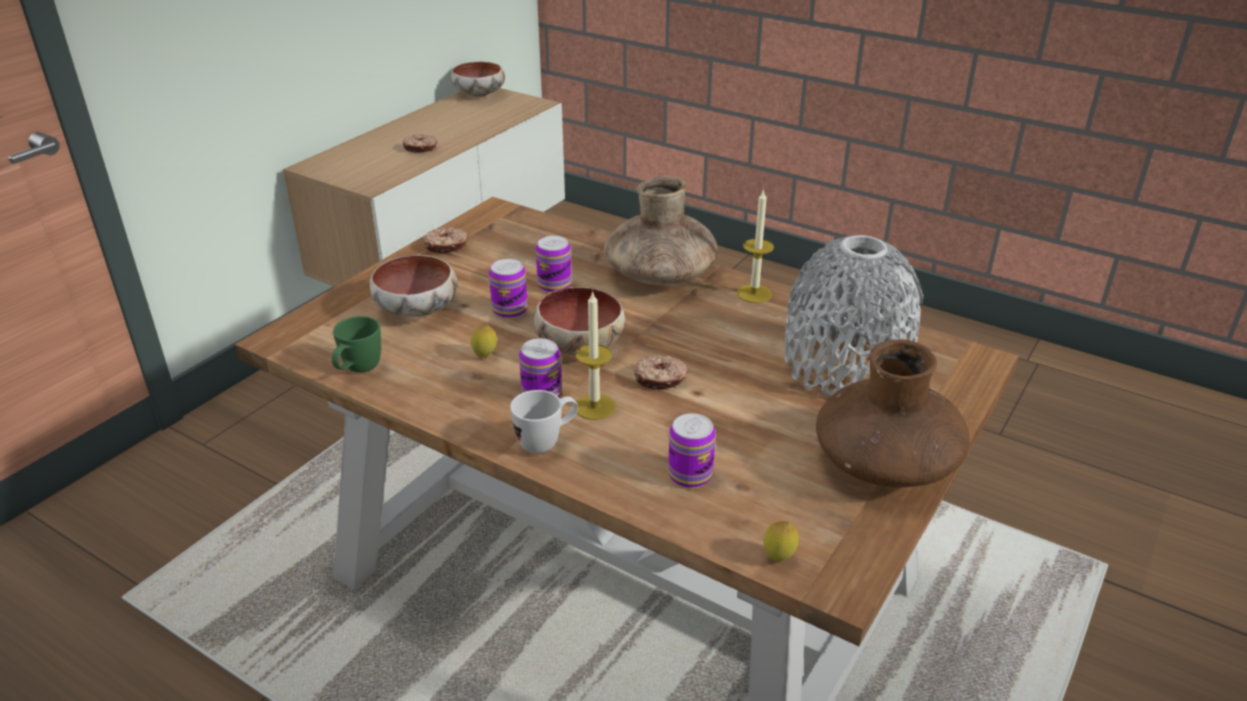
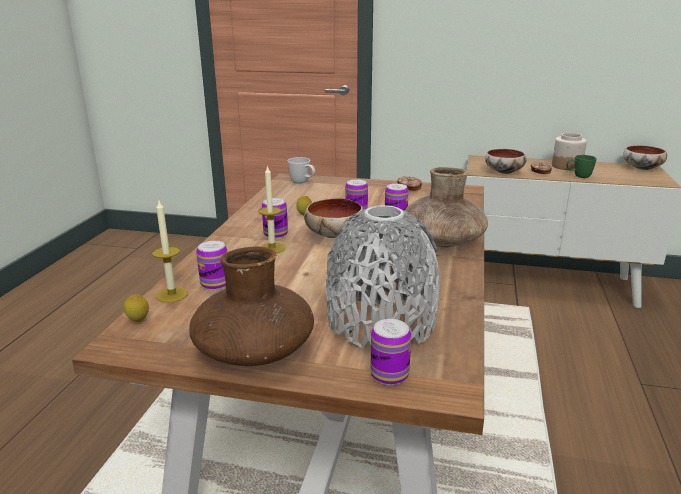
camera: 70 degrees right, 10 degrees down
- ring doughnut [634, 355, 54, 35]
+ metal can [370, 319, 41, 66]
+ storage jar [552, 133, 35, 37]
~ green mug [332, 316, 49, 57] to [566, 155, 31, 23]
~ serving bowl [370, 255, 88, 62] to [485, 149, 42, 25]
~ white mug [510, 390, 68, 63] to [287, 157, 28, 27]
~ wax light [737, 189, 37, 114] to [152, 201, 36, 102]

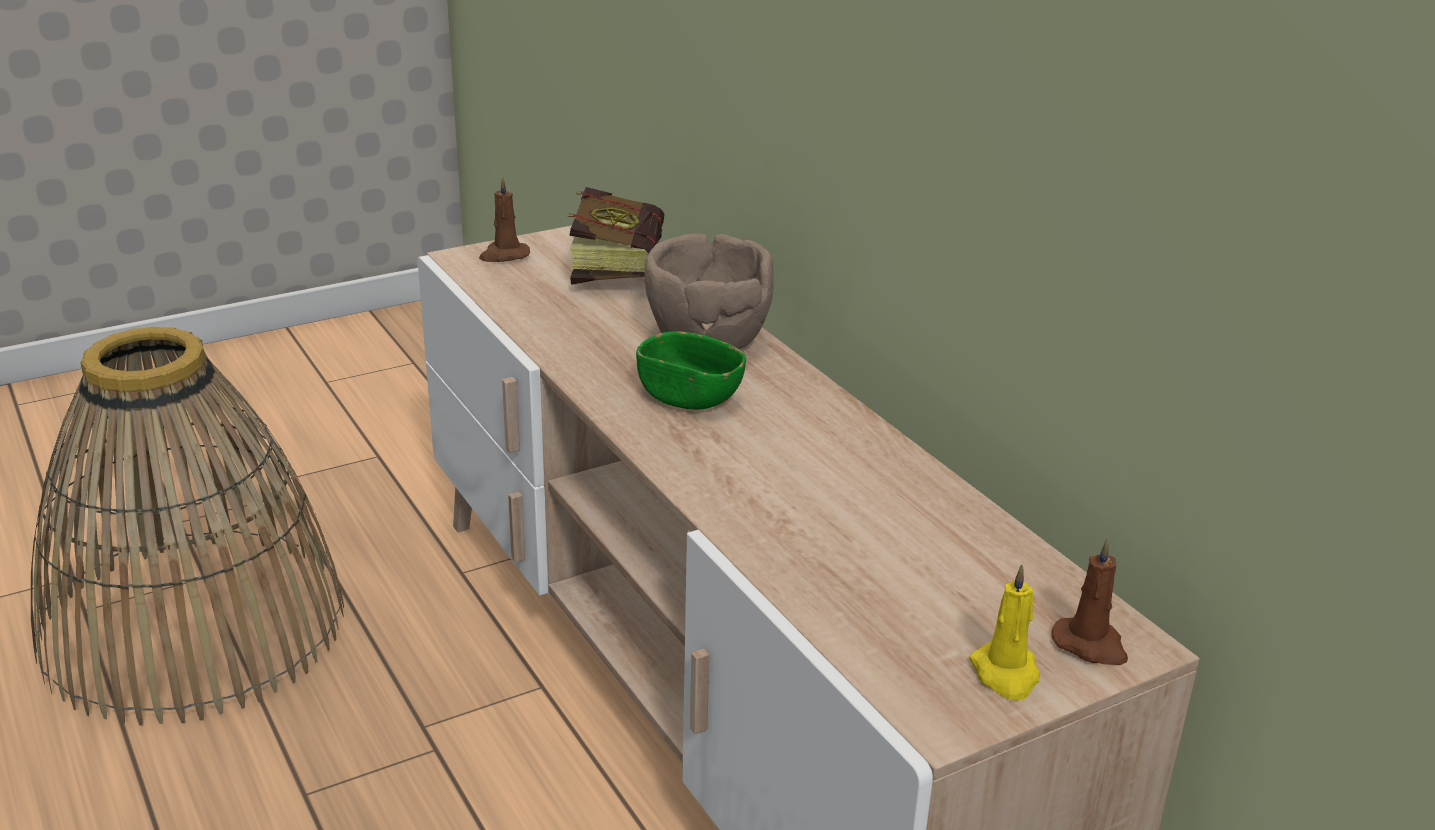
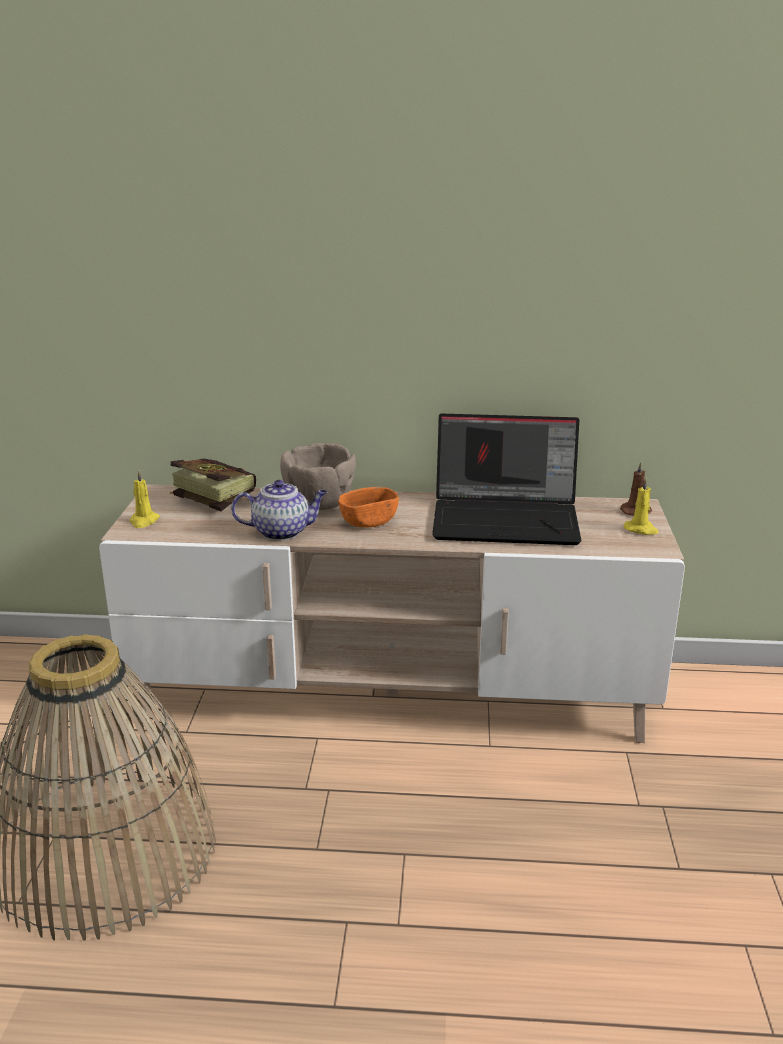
camera: 55 degrees left, 5 degrees down
+ tea pot [231, 480, 96, 60]
+ notebook computer [432, 414, 149, 131]
~ brown wax light [479, 176, 51, 86] to yellow-coloured wax light [130, 470, 30, 58]
~ green serving bowl [636, 331, 110, 79] to orangey serving bowl [338, 487, 61, 41]

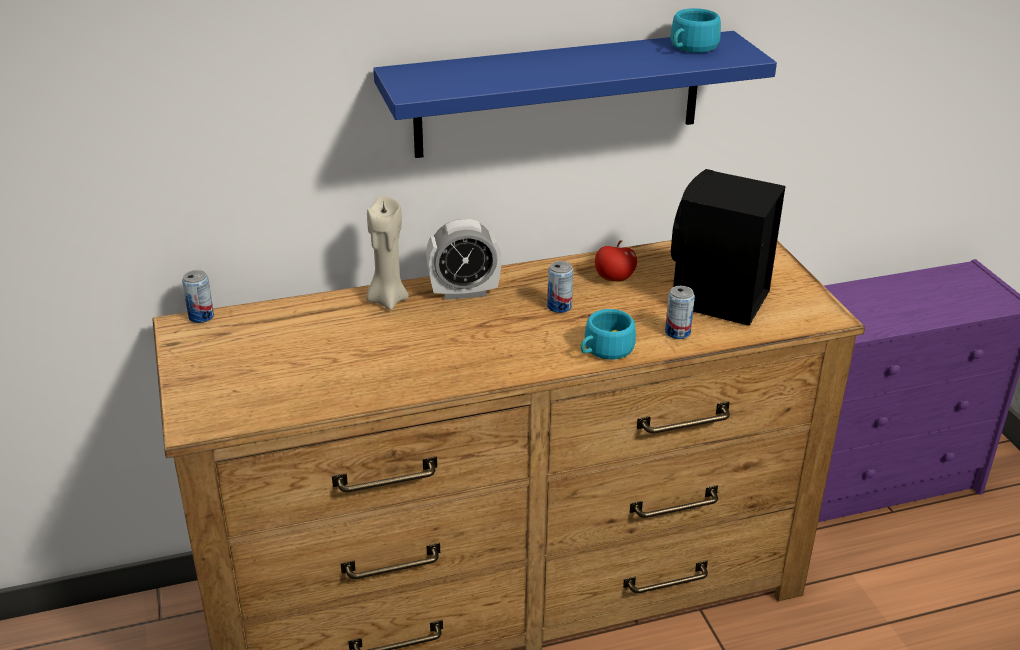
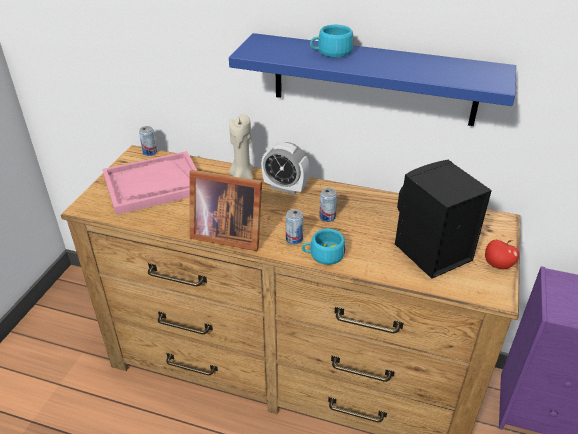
camera: 35 degrees right, 5 degrees up
+ pink-coloured carrying tray [103, 151, 95, 64]
+ photo frame [189, 170, 73, 81]
~ apple [595, 240, 42, 42] to [485, 240, 34, 29]
~ metal can [665, 286, 30, 53] to [286, 209, 17, 35]
~ turquoise-coloured cup [670, 8, 51, 45] to [310, 25, 43, 33]

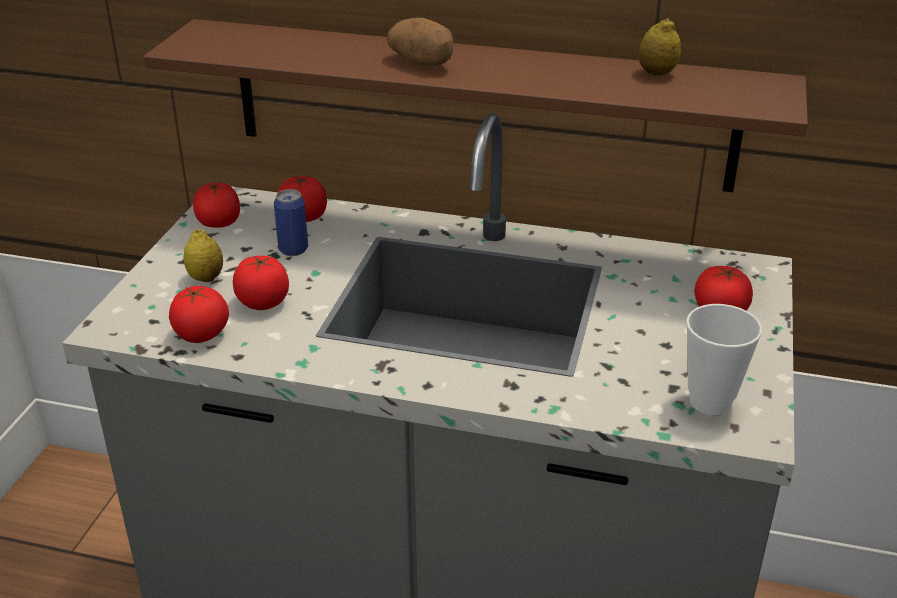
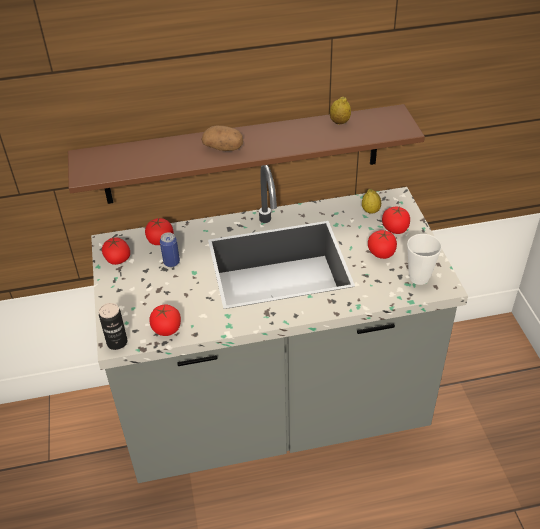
camera: 25 degrees left, 10 degrees up
+ metal can [99, 303, 28, 47]
~ whole lemon [183, 229, 40, 53] to [362, 189, 19, 25]
~ fresh tomato [233, 256, 56, 54] to [368, 230, 29, 29]

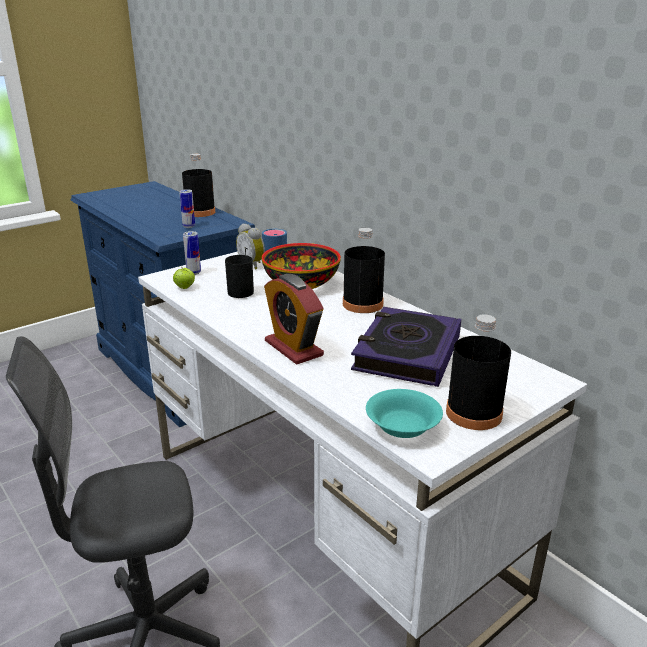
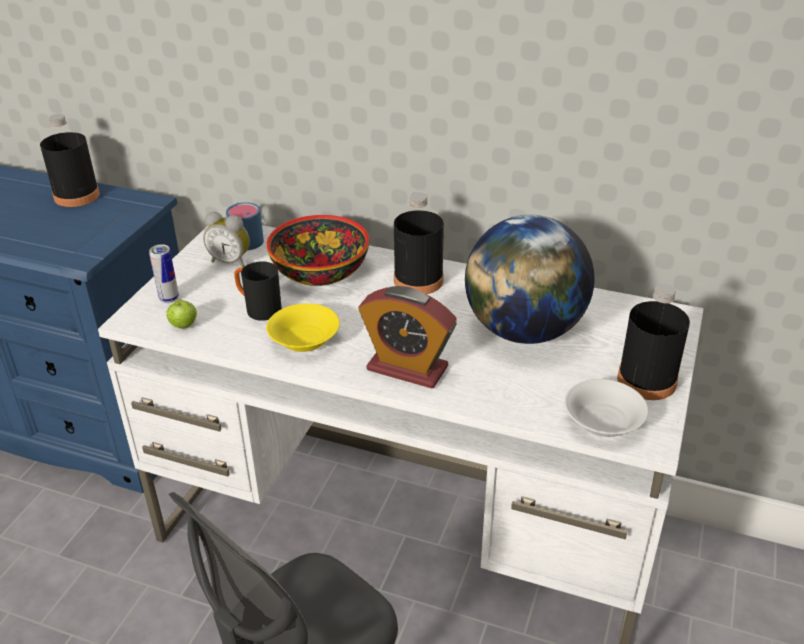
camera: 30 degrees left, 10 degrees up
- metal can [179, 189, 16, 39]
+ yellow-coloured serving bowl [266, 303, 74, 49]
~ book [351, 307, 110, 80] to globe [465, 215, 129, 129]
~ turquoise-coloured serving bowl [366, 389, 77, 49] to white serving bowl [565, 379, 84, 58]

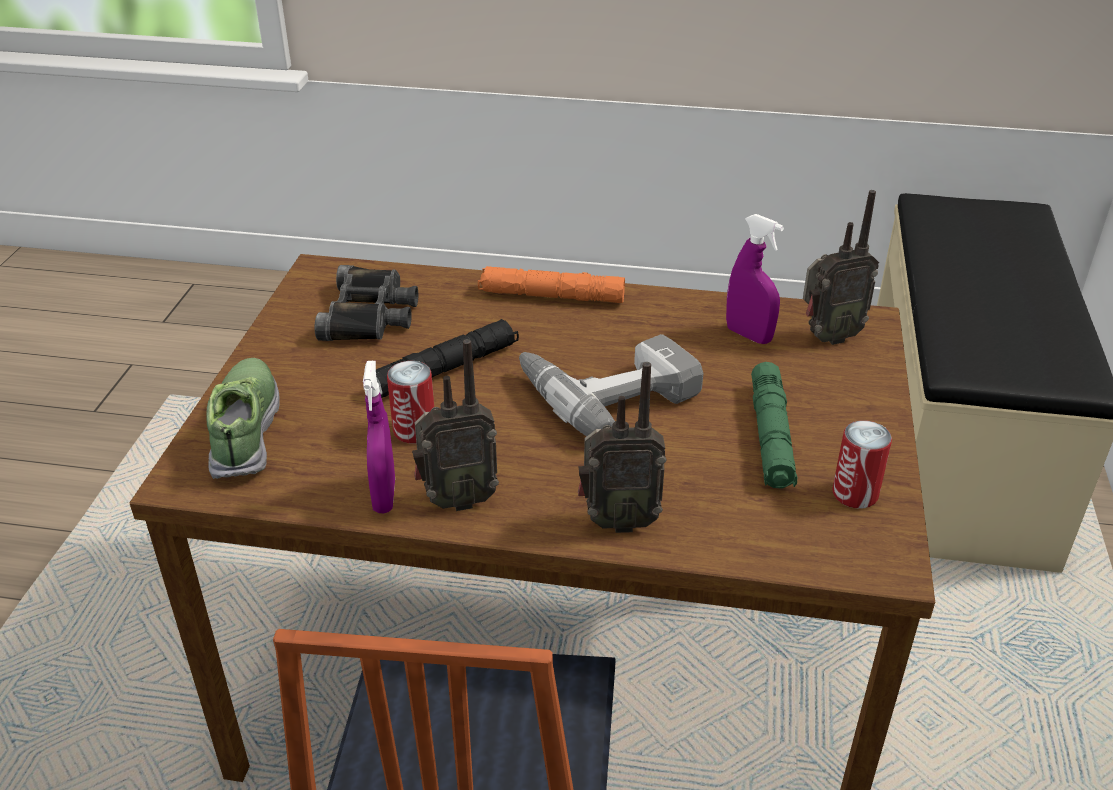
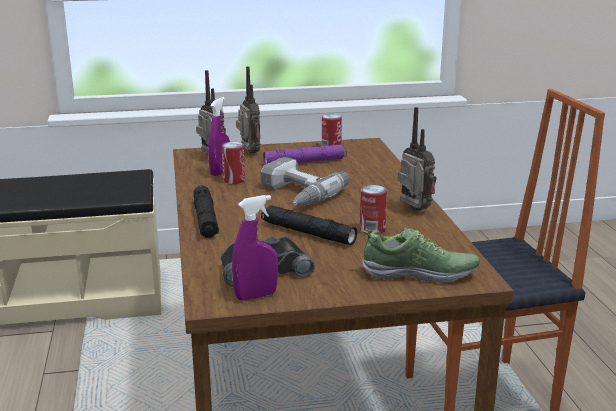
camera: 110 degrees left, 15 degrees down
+ metal can [222, 142, 23, 42]
~ purple-coloured hand sprayer [363, 361, 32, 152] to [232, 195, 46, 105]
~ radio [578, 362, 89, 171] to [236, 66, 24, 88]
~ orangey flashlight [478, 266, 147, 37] to black-coloured flashlight [193, 185, 26, 53]
~ green flashlight [751, 362, 46, 127] to purple-coloured flashlight [263, 145, 84, 20]
~ low shoe [206, 358, 73, 121] = [362, 228, 118, 55] 150 degrees counterclockwise

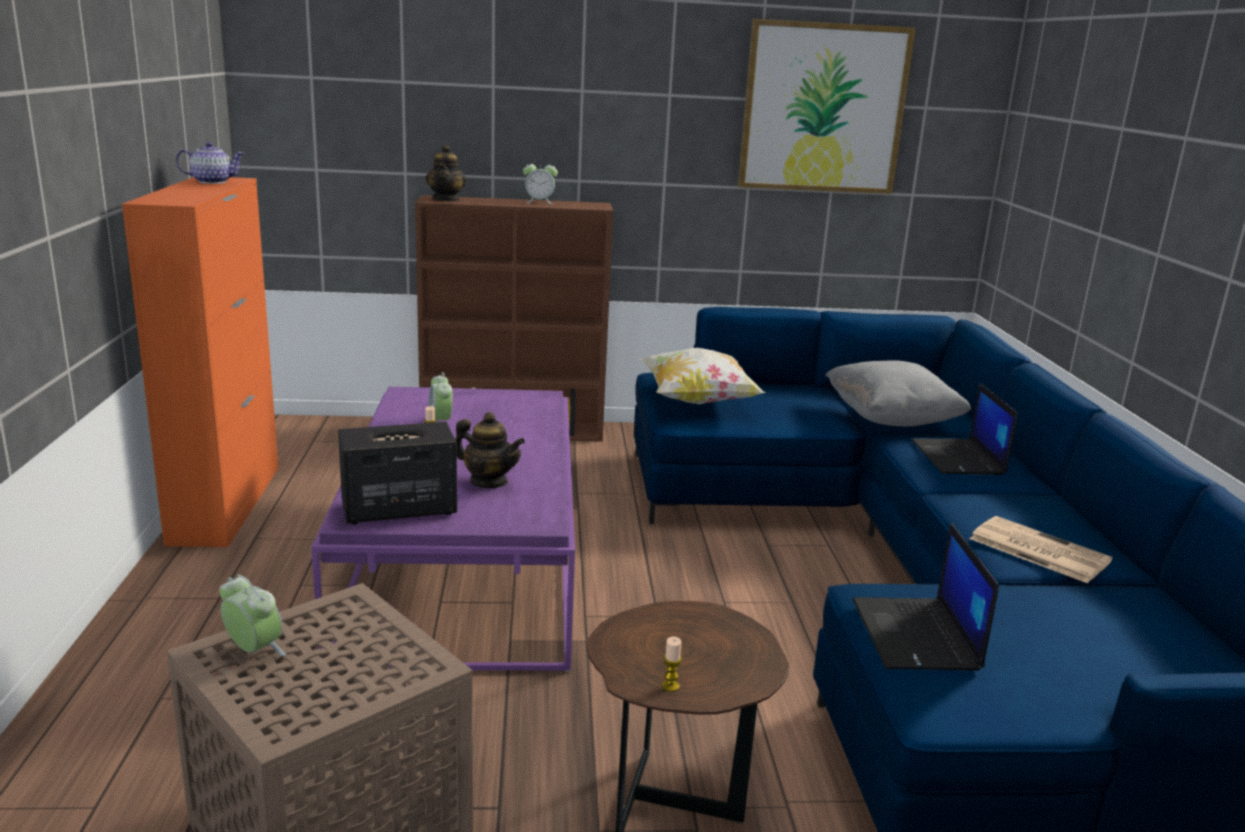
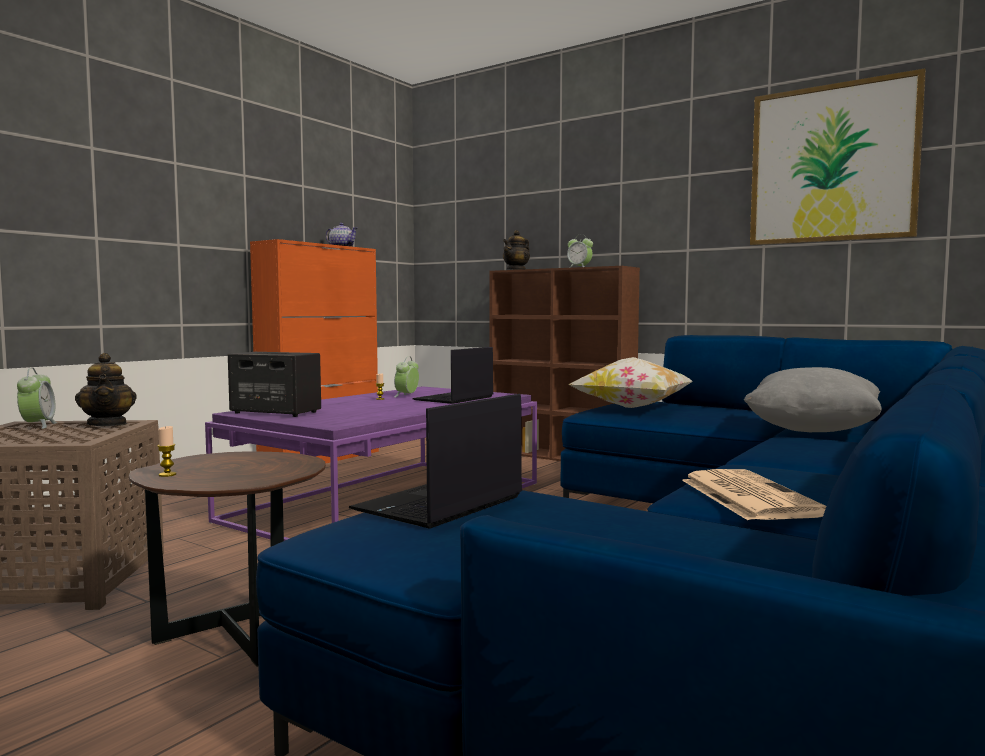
camera: 40 degrees right, 15 degrees down
~ tea pot [455, 412, 70, 76] to [75, 353, 62, 73]
~ notebook computer [911, 383, 106, 92] to [412, 347, 81, 57]

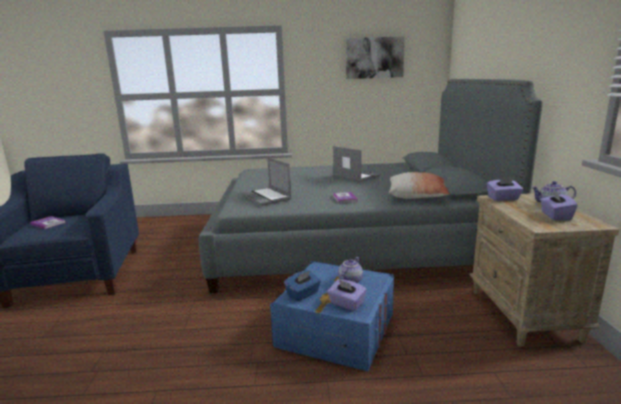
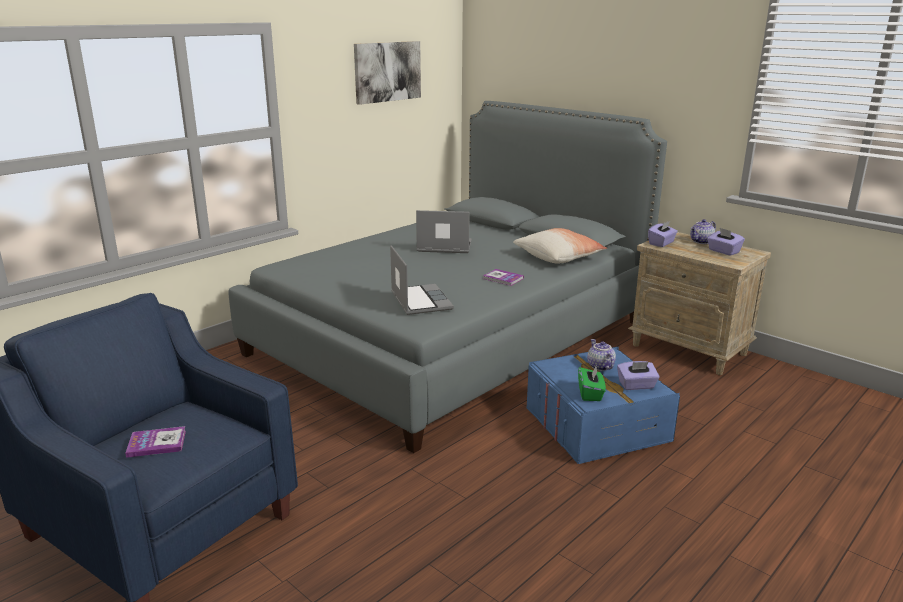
camera: 45 degrees left, 5 degrees up
~ bluish box of tissues [284, 270, 37, 31] to green box of tissues [578, 366, 28, 35]
~ notebook computer [241, 157, 50, 49] = [390, 245, 64, 70] 120 degrees counterclockwise

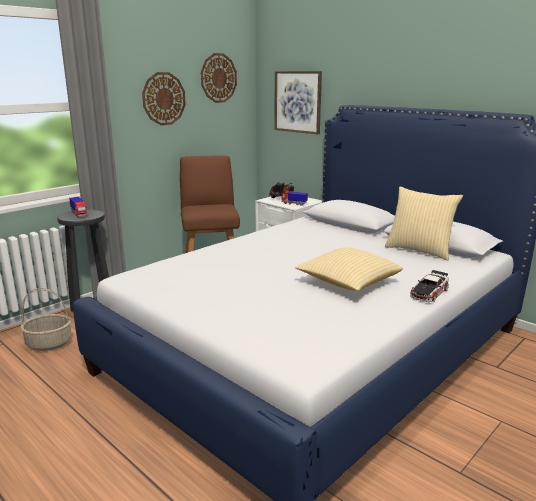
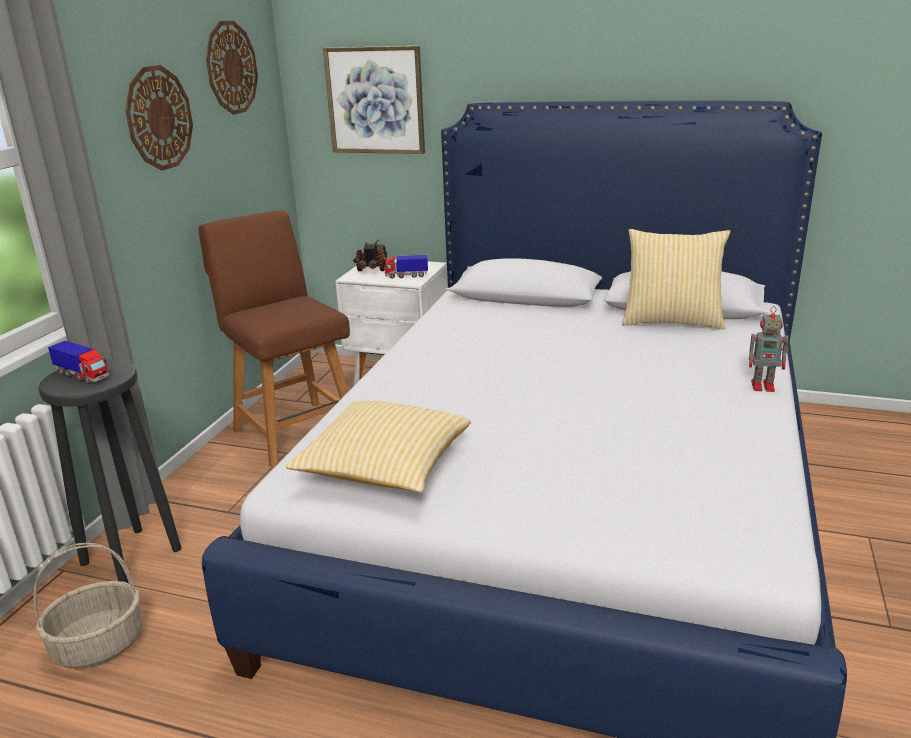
camera: 25 degrees left, 5 degrees up
~ cushion [296, 247, 107, 44] to [286, 401, 185, 92]
~ miniature car [410, 270, 39, 32] to model robot [749, 306, 40, 86]

